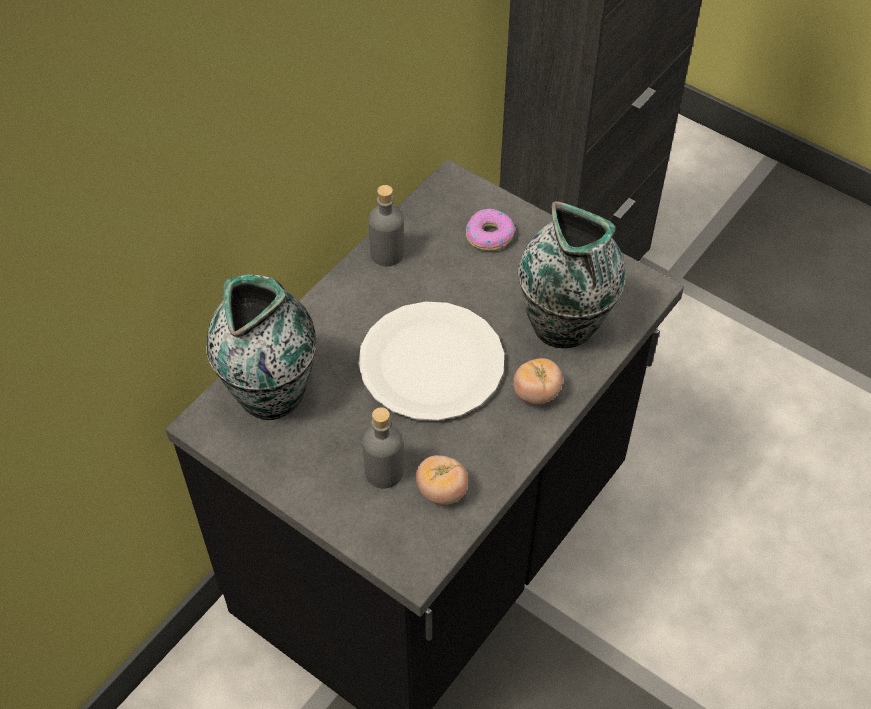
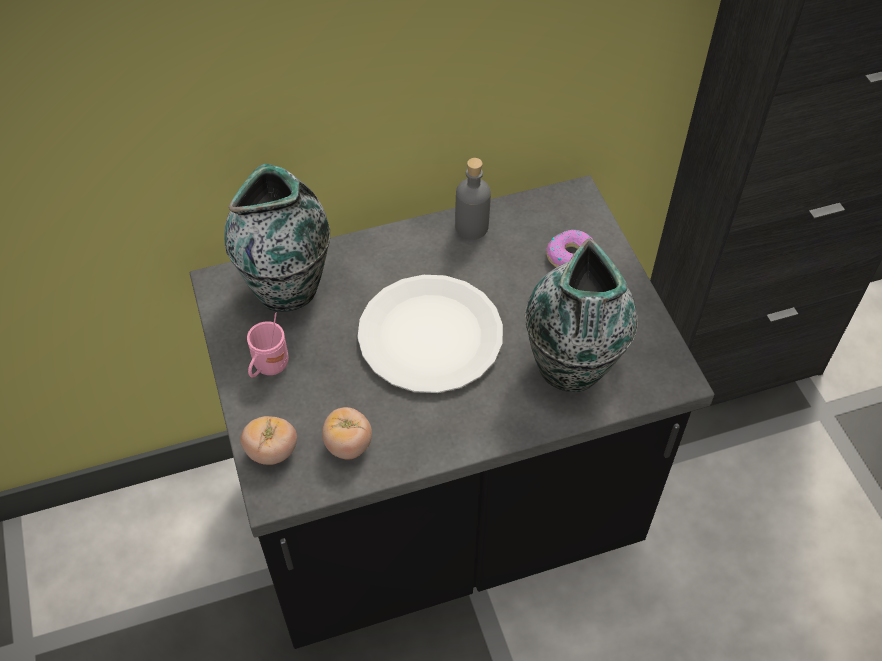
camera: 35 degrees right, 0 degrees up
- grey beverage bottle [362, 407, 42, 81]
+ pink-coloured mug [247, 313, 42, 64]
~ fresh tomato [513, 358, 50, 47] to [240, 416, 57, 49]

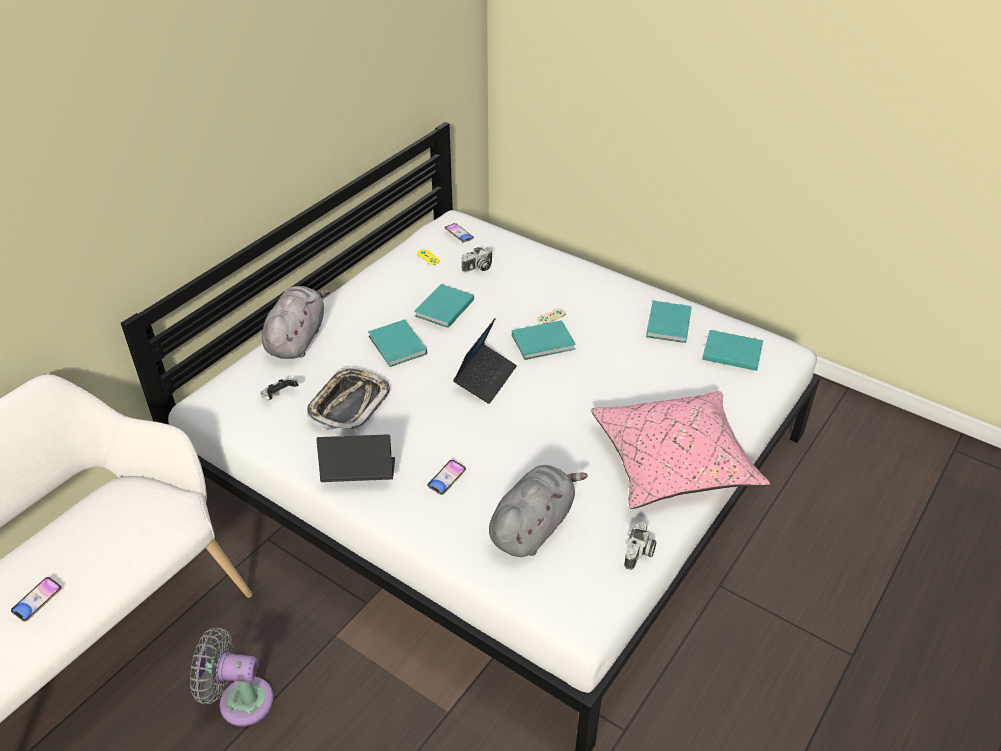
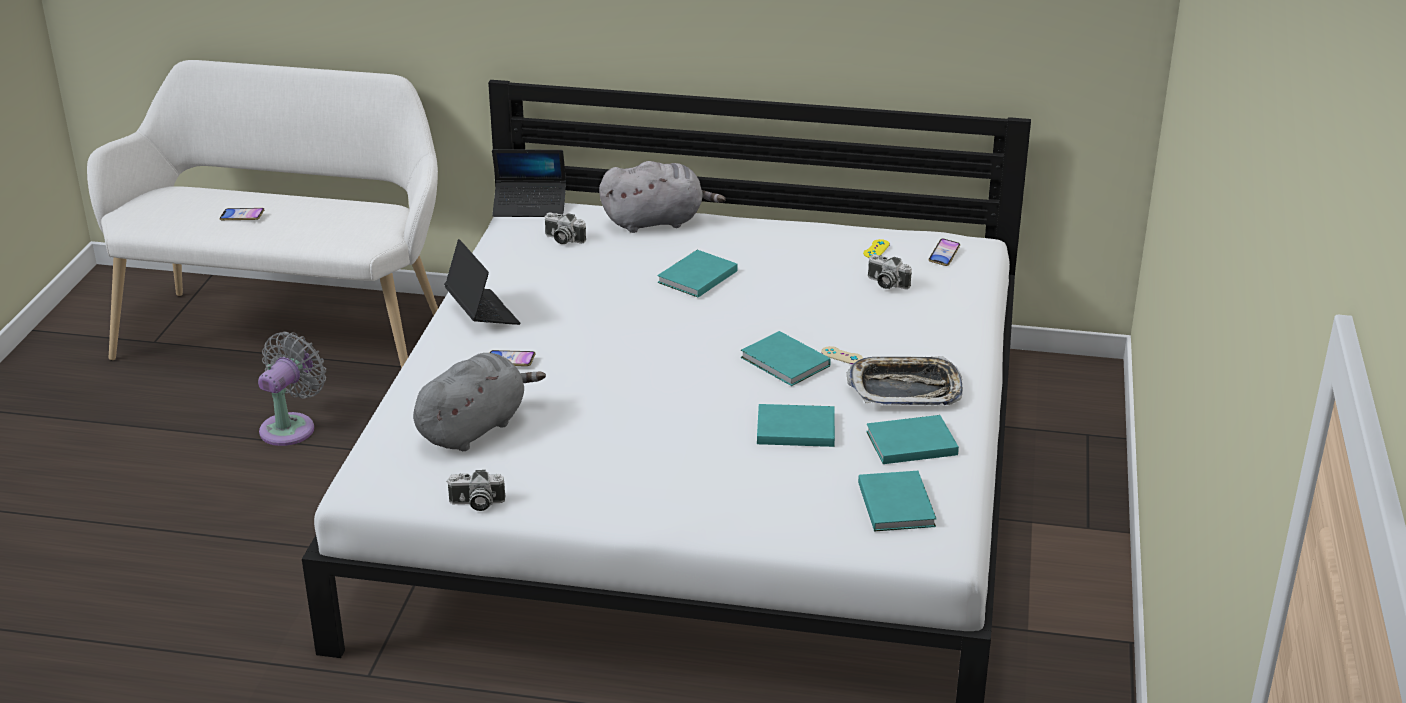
camera: 65 degrees right, 10 degrees down
- pink-coloured cushion [591, 391, 179, 118]
~ carrying tray [307, 368, 83, 62] to [847, 356, 116, 49]
~ turquoise-coloured book [414, 284, 60, 44] to [757, 404, 78, 43]
~ notebook computer [453, 318, 64, 86] to [492, 149, 74, 68]
~ joypad [261, 378, 38, 22] to photo camera [544, 212, 42, 32]
~ grey cooling fan [190, 627, 84, 99] = [258, 332, 68, 114] 45 degrees clockwise
~ grey cuddly toy [489, 465, 99, 92] = [413, 353, 133, 98] 60 degrees counterclockwise

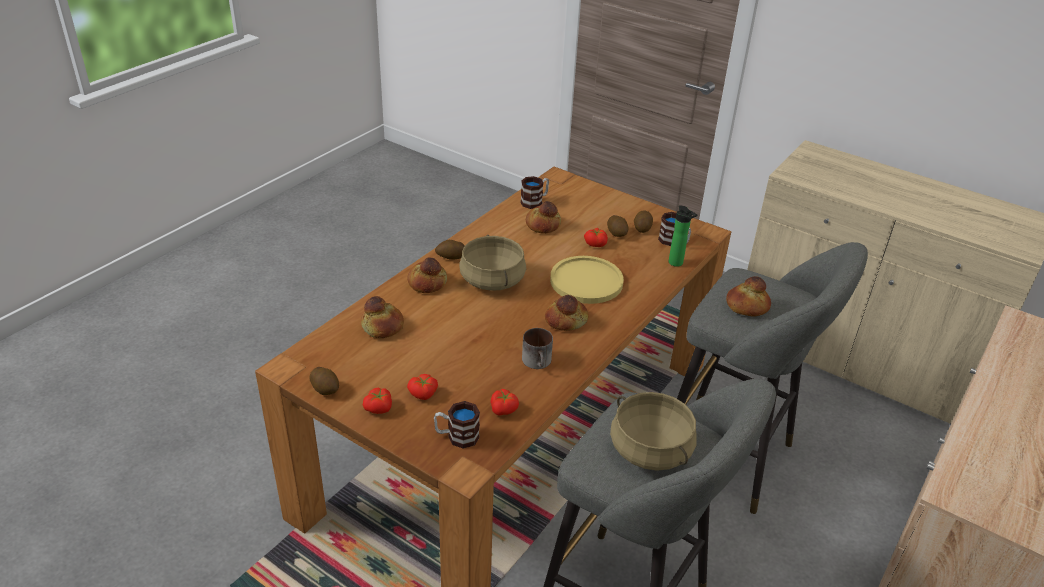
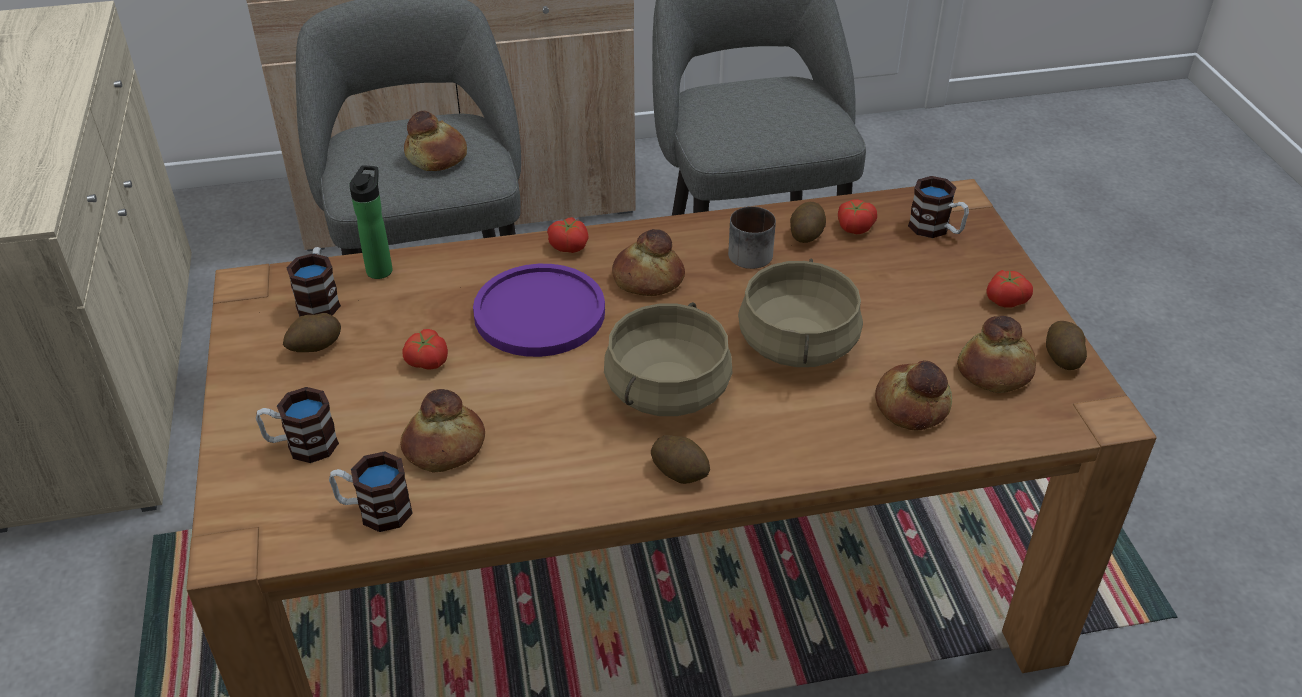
camera: 135 degrees left, 5 degrees up
+ mug [256, 387, 83, 76]
~ fresh tomato [407, 374, 31, 26] to [547, 217, 42, 36]
~ bakery bread [408, 257, 39, 36] to [957, 316, 79, 77]
~ whole potato [607, 215, 22, 22] to [790, 202, 36, 41]
~ sand-coloured saucepot [610, 392, 87, 79] to [738, 258, 125, 109]
~ yellow-coloured flat dish [550, 256, 74, 48] to purple-coloured flat dish [473, 264, 132, 93]

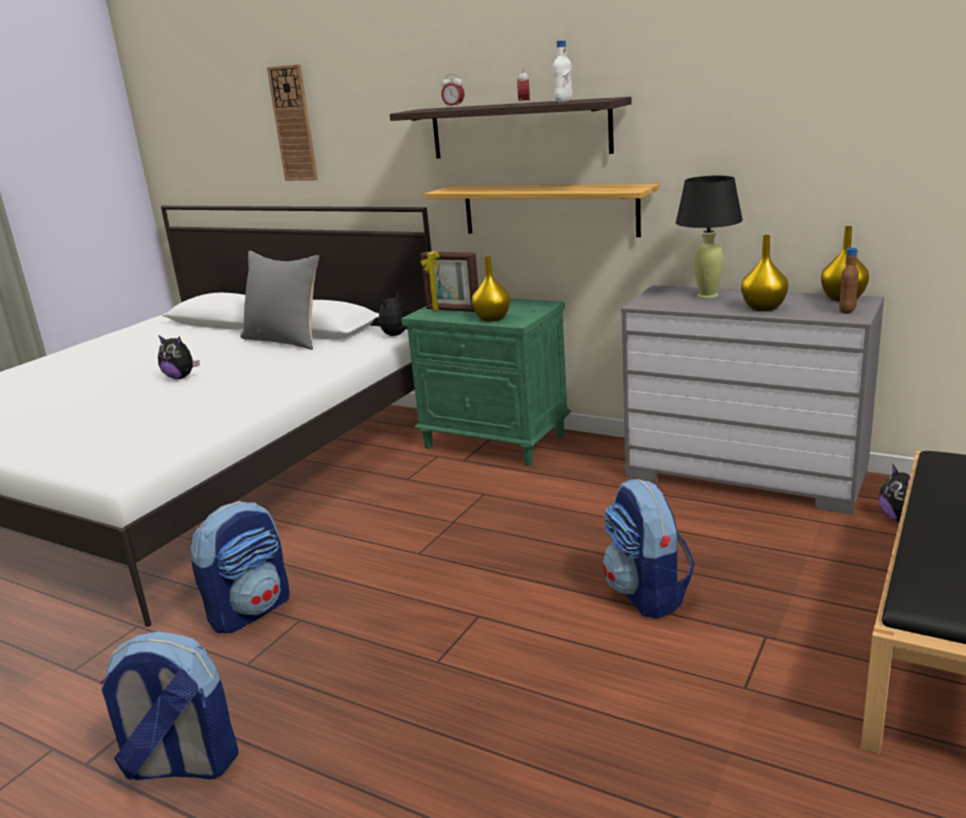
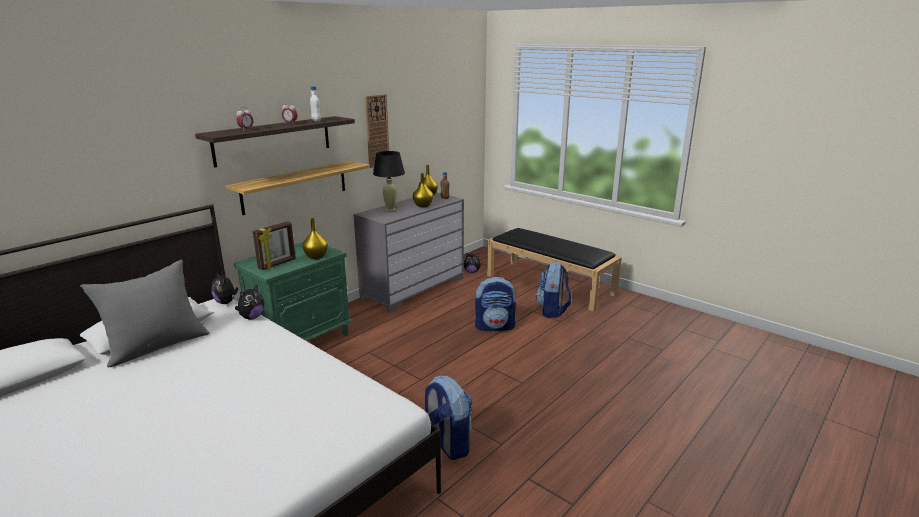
camera: 80 degrees left, 0 degrees up
~ backpack [100, 631, 139, 149] to [536, 262, 35, 56]
~ cuddly toy [158, 336, 42, 43] to [235, 285, 29, 35]
~ wall clock [267, 64, 51, 117] to [365, 94, 24, 74]

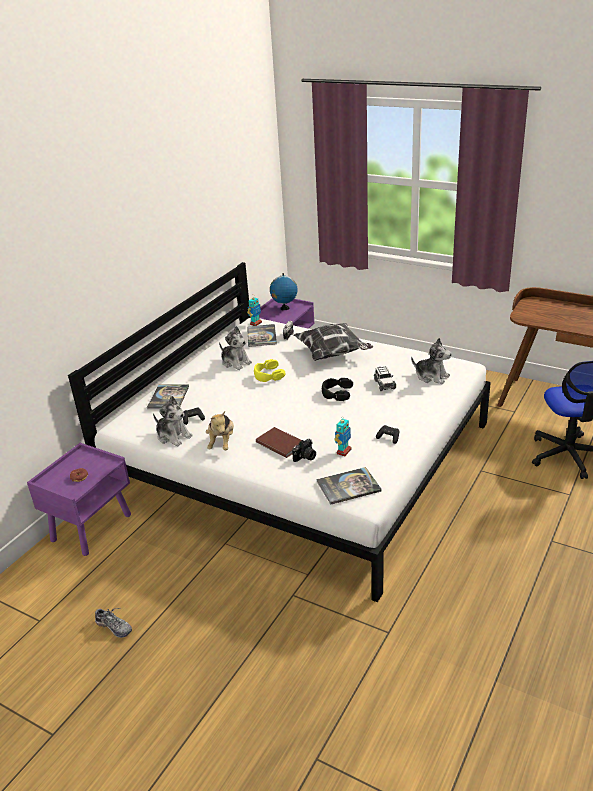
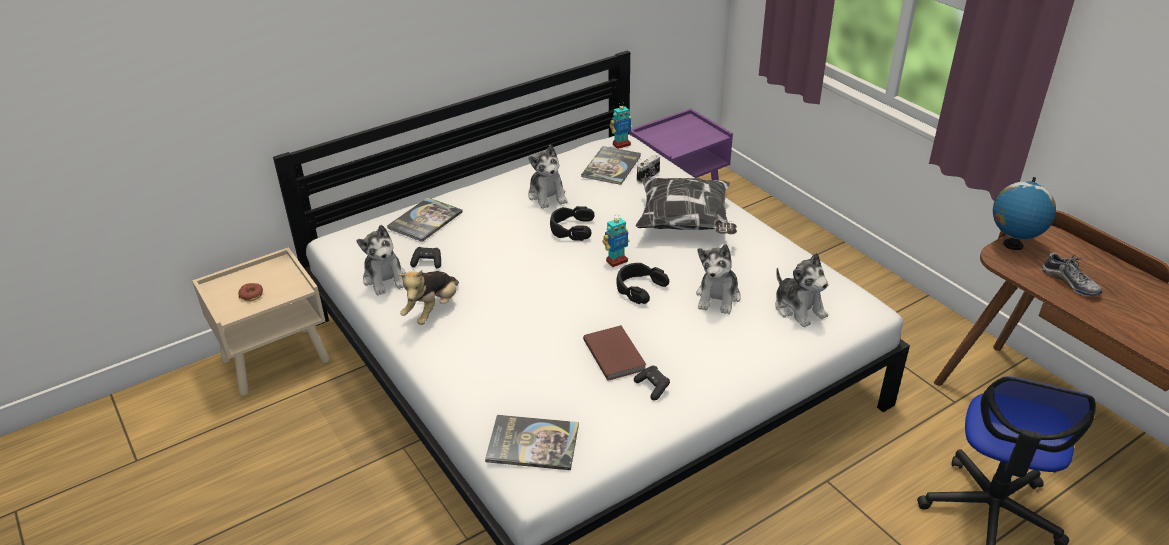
camera: 25 degrees right, 5 degrees up
- photo camera [292, 439, 24, 23]
~ low shoe [95, 608, 37, 30] to [1042, 251, 60, 46]
~ brown book [256, 427, 46, 31] to [583, 325, 64, 56]
~ globe [270, 273, 28, 37] to [993, 177, 63, 73]
~ model robot [334, 417, 18, 39] to [602, 214, 28, 53]
~ miniature car [374, 366, 22, 25] to cuddly toy [696, 244, 45, 70]
~ purple-coloured bedside table [27, 443, 104, 113] to sand-coloured bedside table [192, 247, 138, 149]
~ yellow-coloured headset [254, 359, 31, 23] to black-coloured headset [550, 206, 45, 35]

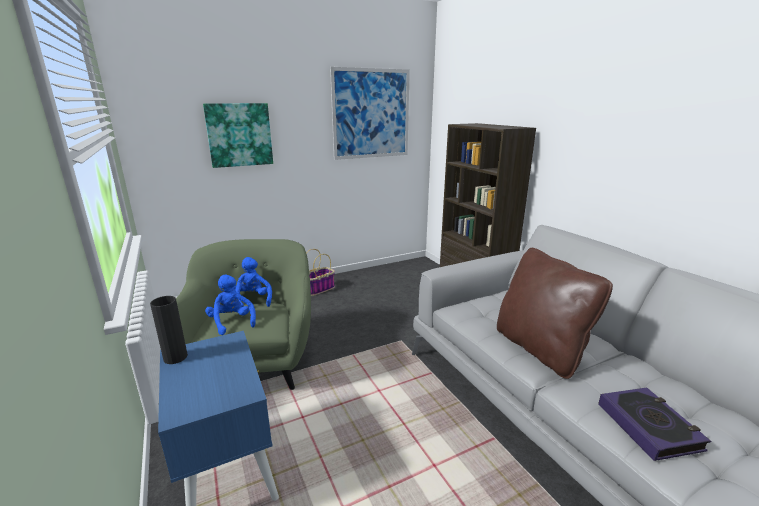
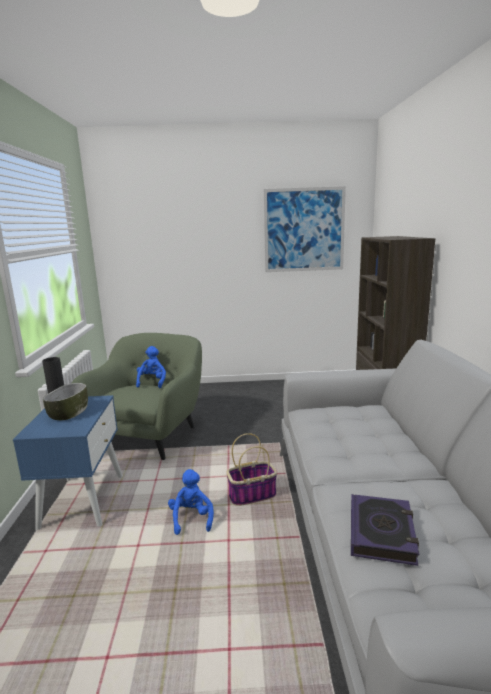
camera: 25 degrees right, 5 degrees down
- picture [203, 103, 70, 65]
- brown cushion [497, 248, 116, 131]
+ serving bowl [43, 383, 45, 37]
~ bluish cuddly toy [205, 274, 51, 61] to [168, 469, 46, 66]
~ storage basket [306, 249, 29, 47] to [226, 433, 51, 73]

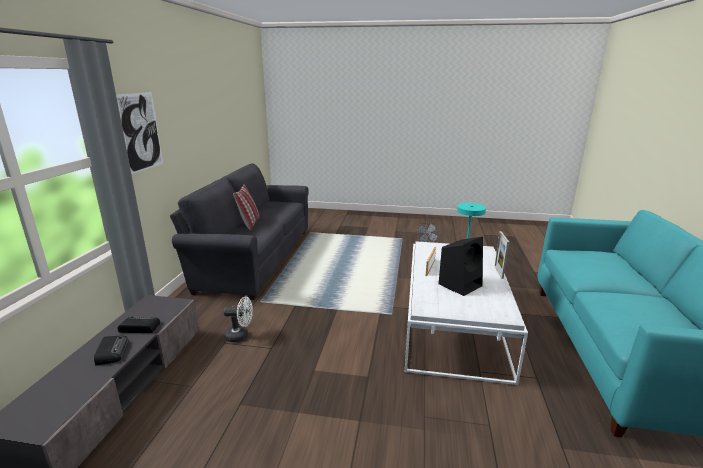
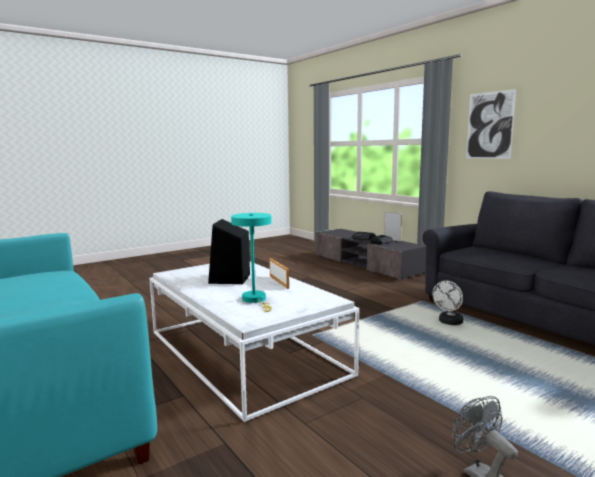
camera: 135 degrees right, 10 degrees down
- cushion [233, 184, 27, 46]
~ white cooling fan [223, 297, 30, 45] to [432, 281, 31, 44]
~ photo frame [495, 231, 14, 48] to [384, 211, 18, 31]

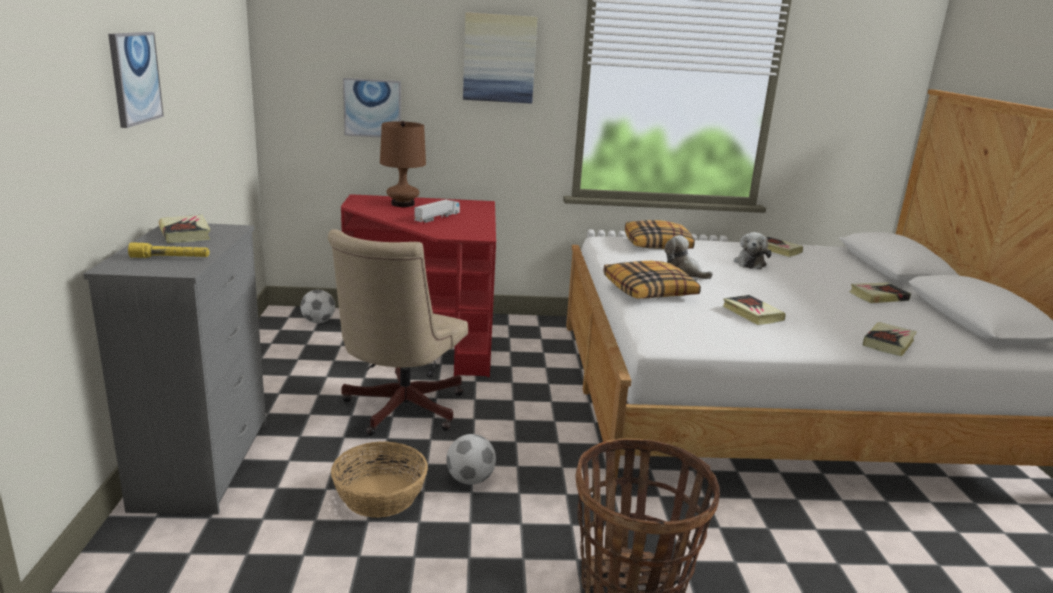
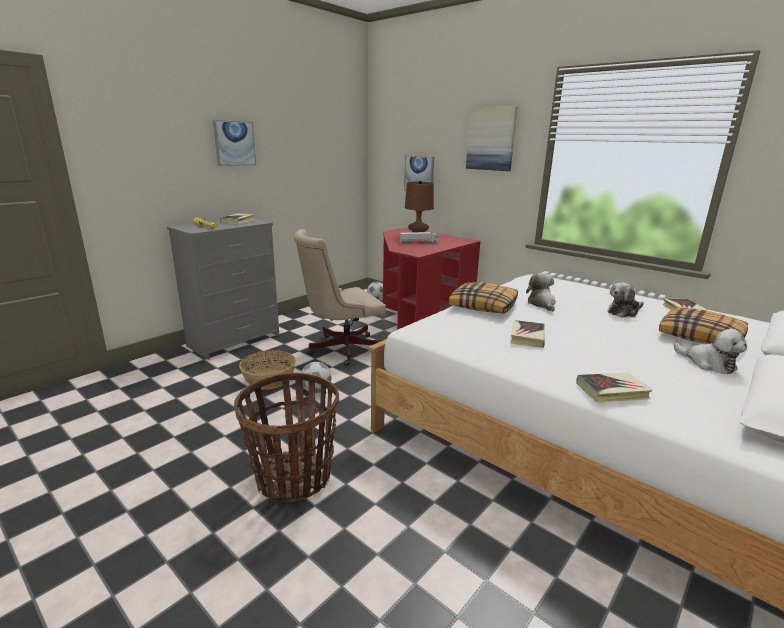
camera: 45 degrees right, 0 degrees up
~ cushion [625, 220, 70, 29] to [659, 307, 89, 37]
~ book [849, 283, 62, 20] to cuddly toy [674, 329, 73, 45]

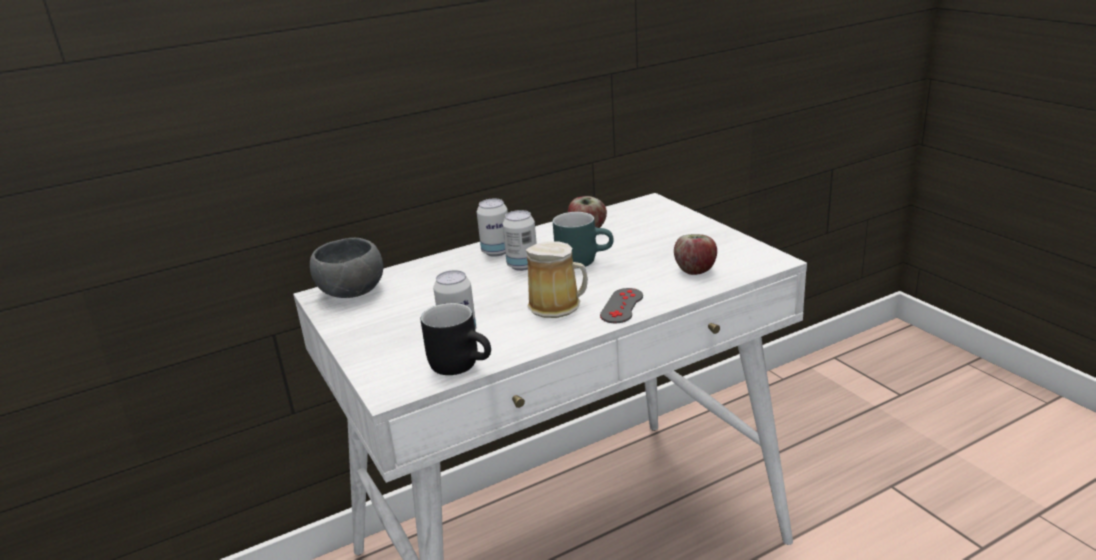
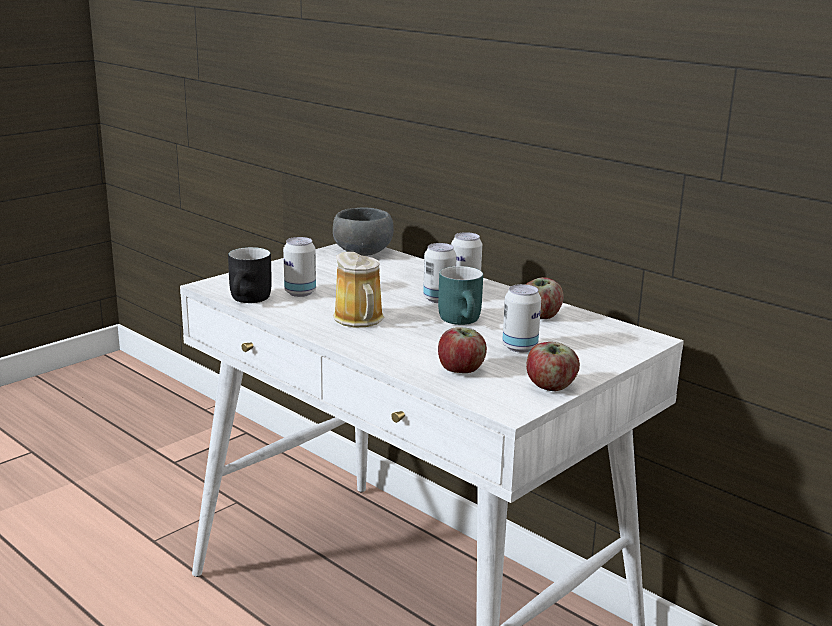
camera: 70 degrees right, 5 degrees down
- grey joypad [600, 288, 43, 36]
+ metal can [502, 284, 39, 68]
+ apple [526, 342, 54, 49]

